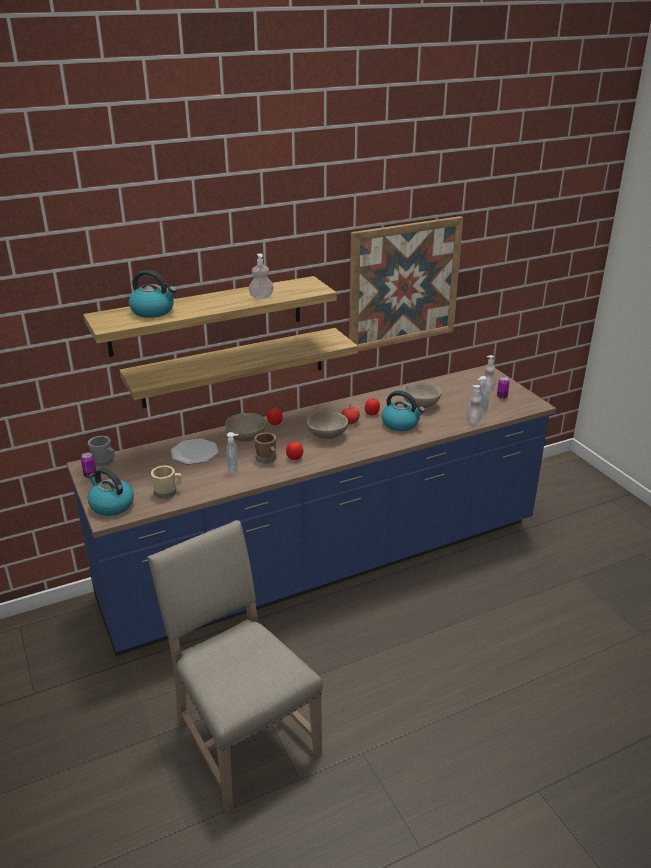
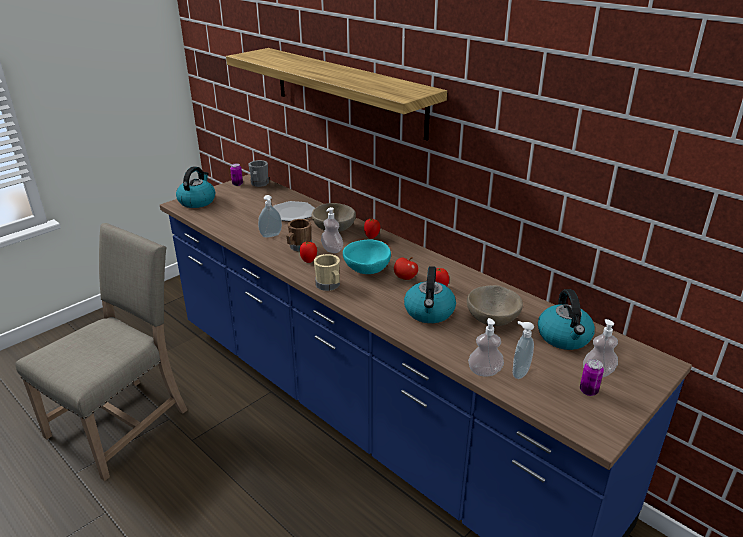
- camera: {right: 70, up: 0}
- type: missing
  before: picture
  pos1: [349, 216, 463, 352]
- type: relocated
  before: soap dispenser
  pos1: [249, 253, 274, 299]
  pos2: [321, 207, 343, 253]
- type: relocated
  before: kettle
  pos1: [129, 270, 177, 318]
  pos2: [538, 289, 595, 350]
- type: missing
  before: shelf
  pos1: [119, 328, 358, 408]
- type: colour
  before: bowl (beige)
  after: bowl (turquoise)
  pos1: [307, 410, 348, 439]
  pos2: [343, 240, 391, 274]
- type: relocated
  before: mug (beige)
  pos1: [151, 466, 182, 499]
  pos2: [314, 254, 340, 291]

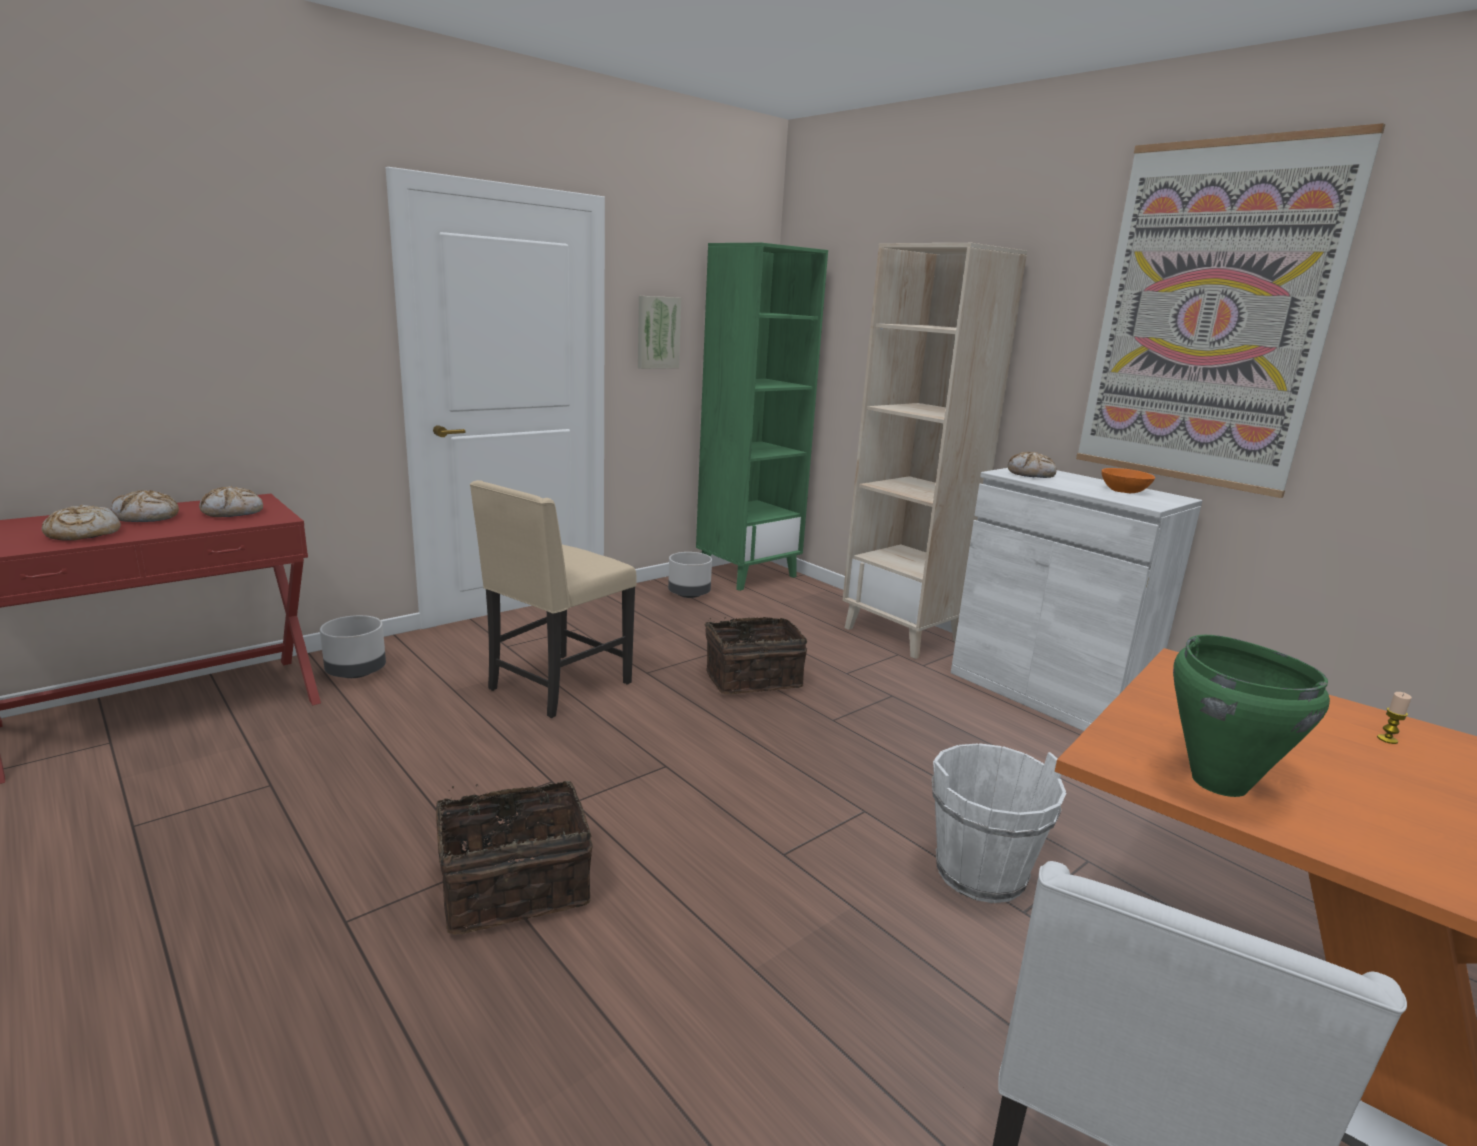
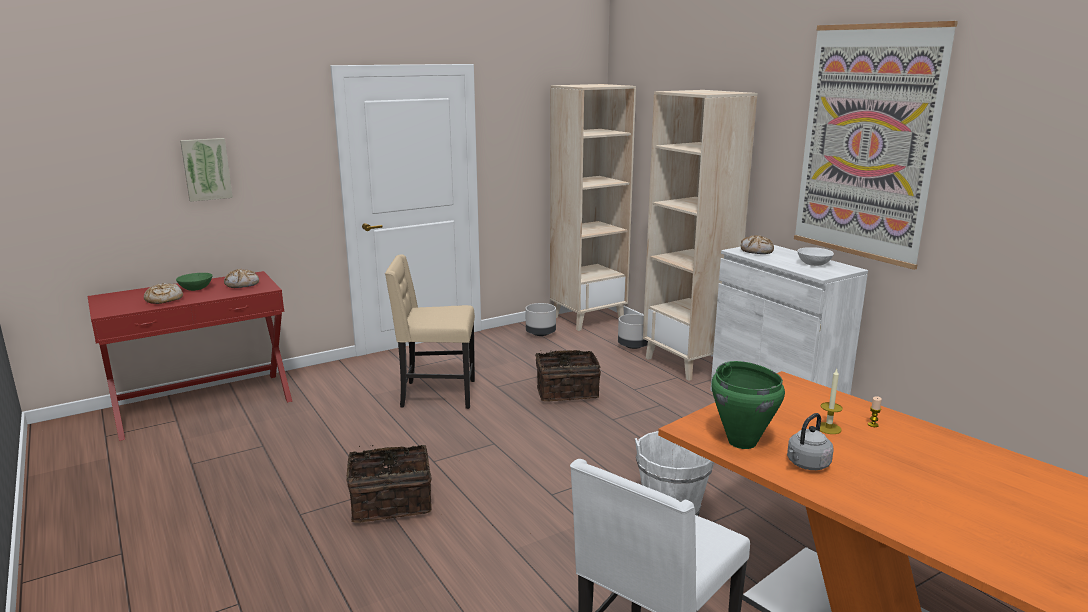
- camera: {right: 10, up: 0}
- type: colour
  before: bookcase (green)
  after: bookcase (beige)
  pos1: [696, 243, 828, 591]
  pos2: [550, 84, 636, 331]
- type: relocated
  before: picture
  pos1: [638, 296, 681, 369]
  pos2: [180, 138, 233, 202]
- type: colour
  before: bowl (orange)
  after: bowl (white)
  pos1: [1101, 468, 1155, 493]
  pos2: [797, 247, 834, 266]
- type: spun
  before: chair (beige)
  pos1: [470, 480, 637, 718]
  pos2: [385, 254, 475, 409]
  turn: 45
- type: exchanged
  before: bread
  after: bowl (green)
  pos1: [111, 490, 179, 522]
  pos2: [176, 273, 213, 291]
- type: relocated
  before: planter (grey)
  pos1: [320, 615, 386, 678]
  pos2: [618, 314, 648, 349]
- type: appeared
  after: candle
  pos2: [820, 369, 843, 434]
- type: appeared
  after: kettle (grey)
  pos2: [787, 413, 833, 470]

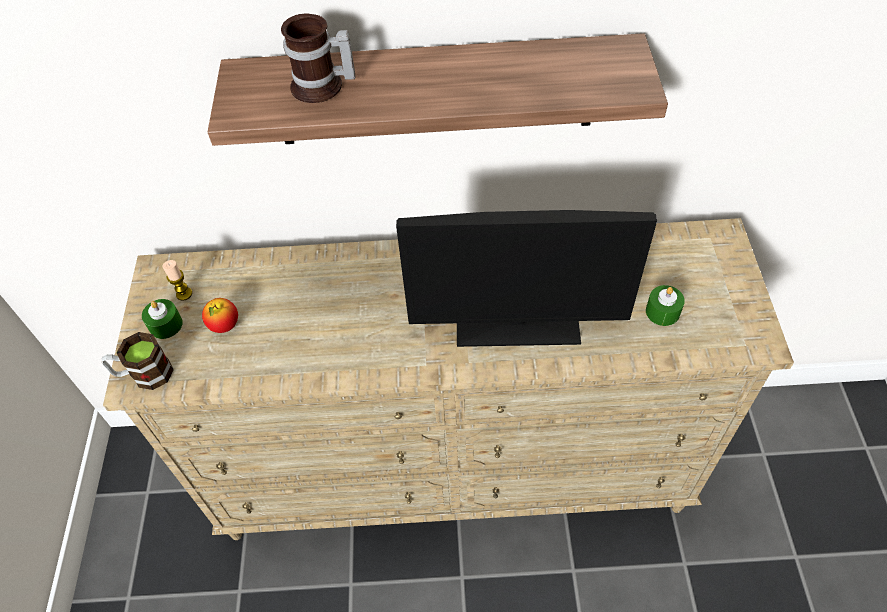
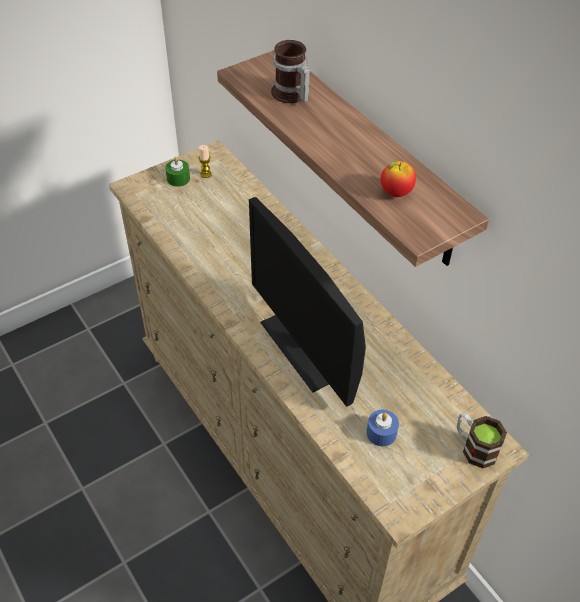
- camera: {right: 55, up: -5}
- type: colour
  before: candle (green)
  after: candle (blue)
  pos1: [646, 285, 685, 326]
  pos2: [367, 410, 399, 446]
- type: relocated
  before: apple
  pos1: [202, 298, 238, 333]
  pos2: [381, 161, 416, 197]
- type: relocated
  before: mug
  pos1: [102, 332, 174, 390]
  pos2: [457, 412, 507, 469]

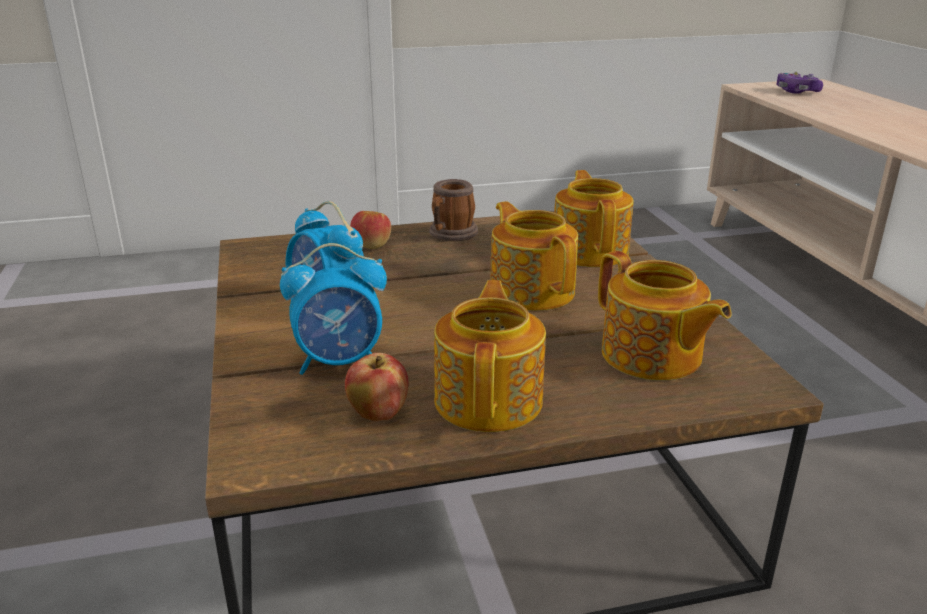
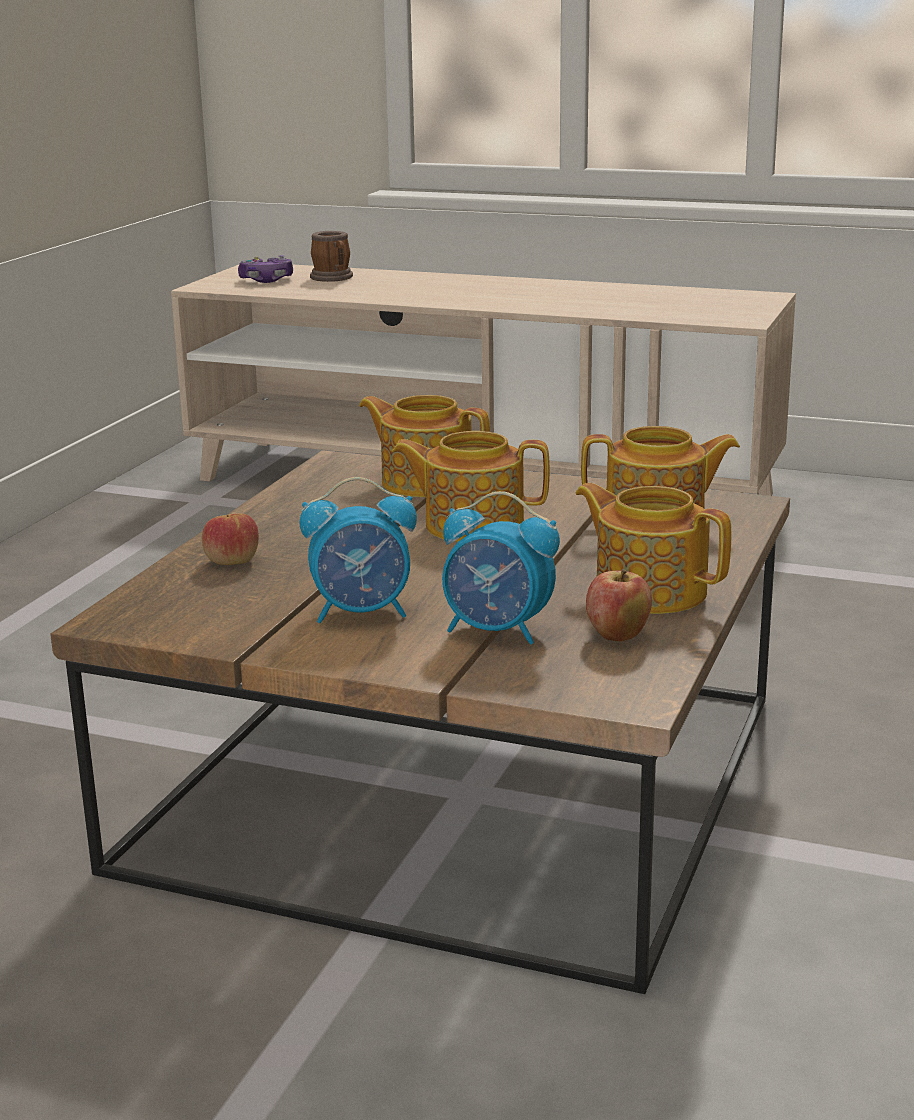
- camera: {right: -55, up: -5}
- type: relocated
  before: mug
  pos1: [429, 179, 478, 241]
  pos2: [310, 231, 353, 282]
- type: spun
  before: alarm clock
  pos1: [280, 243, 387, 375]
  pos2: [442, 491, 560, 645]
  turn: 90

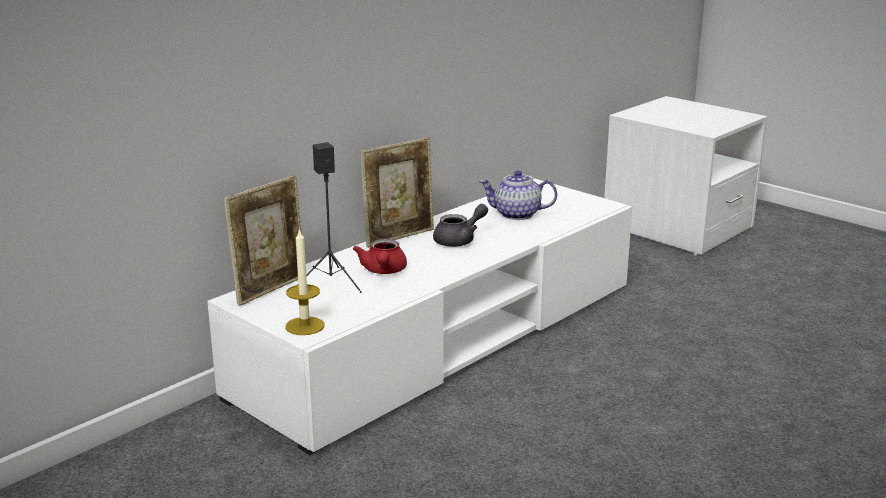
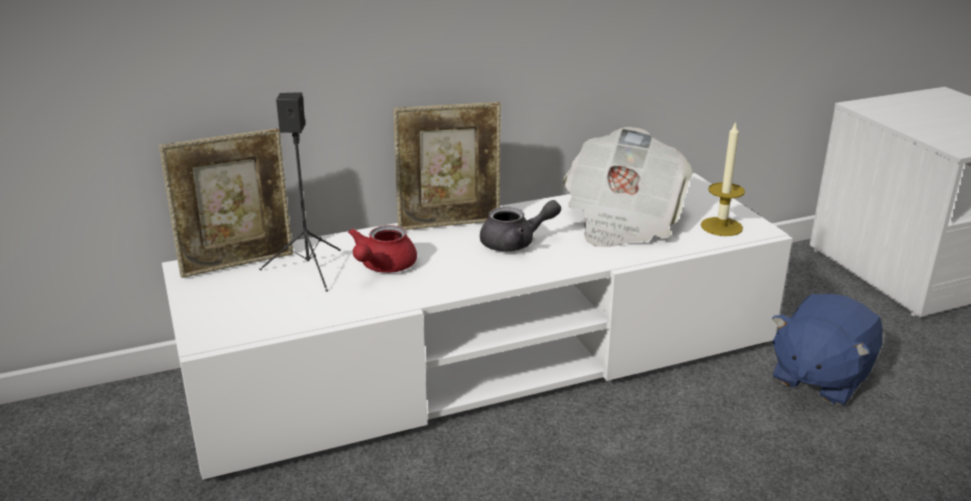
- camera: {right: 25, up: 5}
- type: exchanged
  before: teapot
  after: newspaper
  pos1: [479, 170, 557, 220]
  pos2: [563, 127, 693, 247]
- type: relocated
  before: candle
  pos1: [285, 228, 324, 335]
  pos2: [701, 121, 745, 236]
- type: appeared
  after: plush toy (blue)
  pos2: [772, 294, 883, 405]

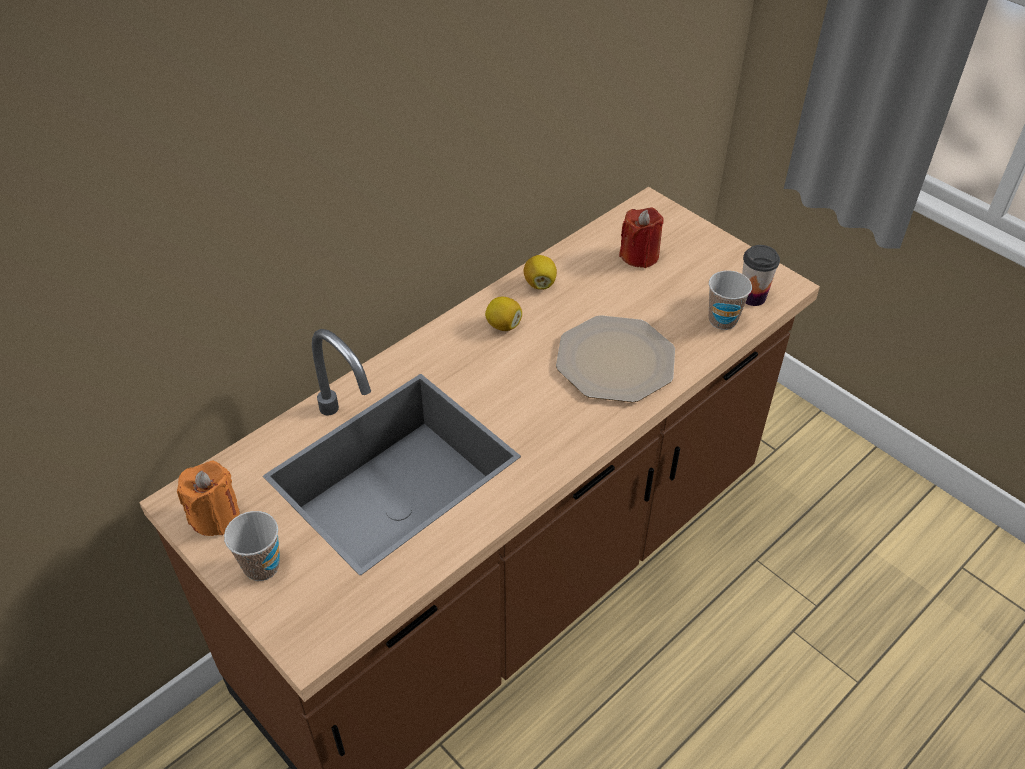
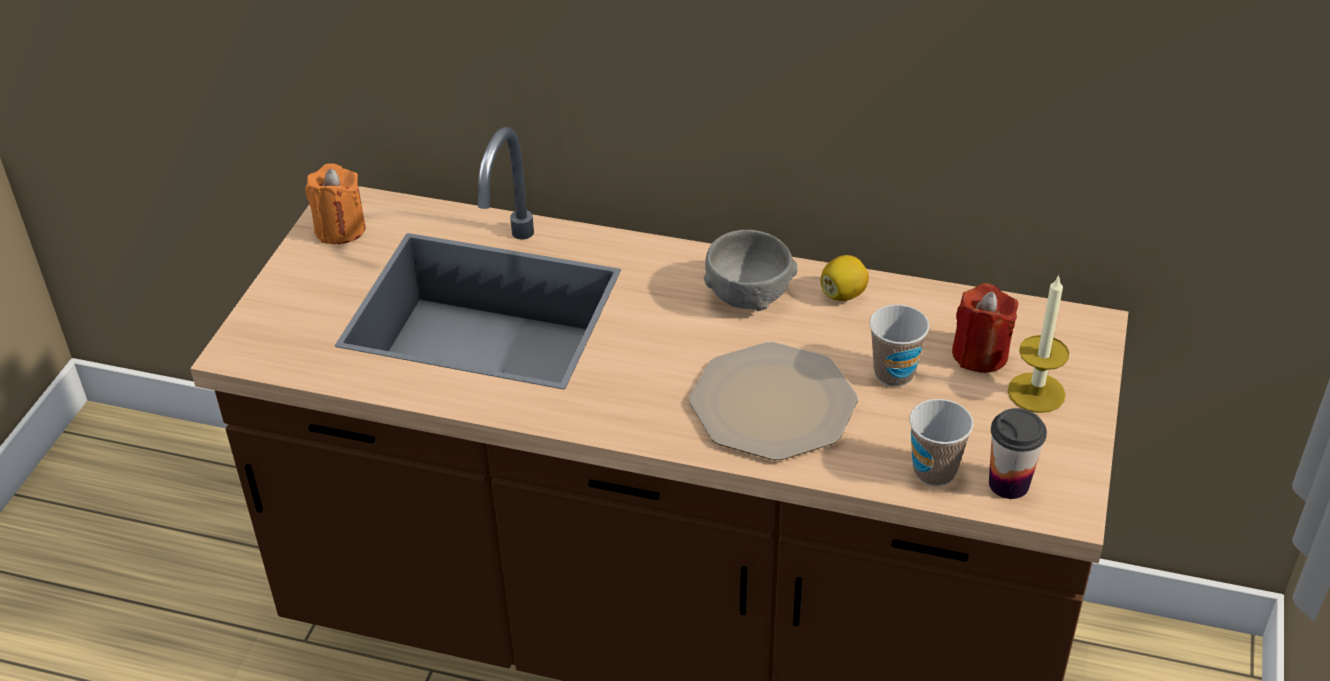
- camera: {right: 60, up: -5}
- type: exchanged
  before: lemon
  after: bowl (grey)
  pos1: [485, 297, 522, 331]
  pos2: [704, 230, 797, 311]
- type: relocated
  before: cup
  pos1: [224, 511, 280, 581]
  pos2: [870, 304, 929, 387]
- type: appeared
  after: candle
  pos2: [1008, 275, 1069, 413]

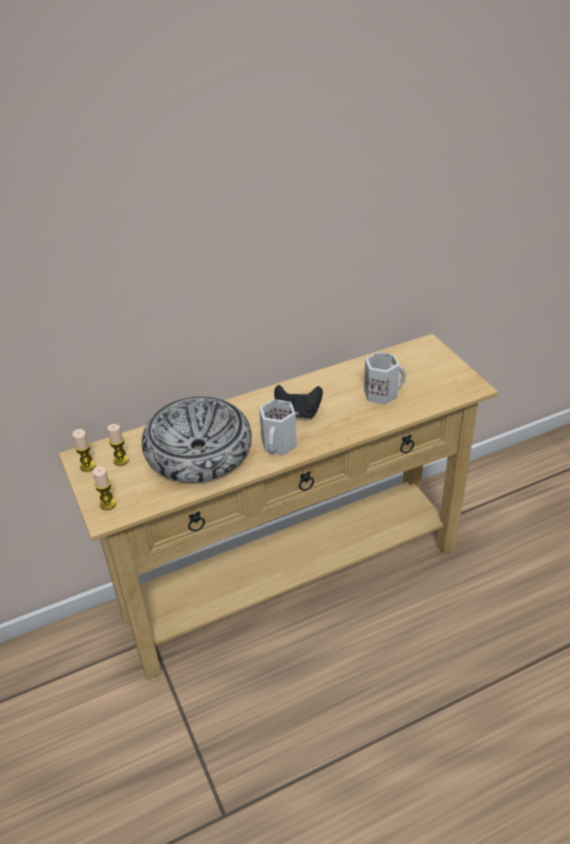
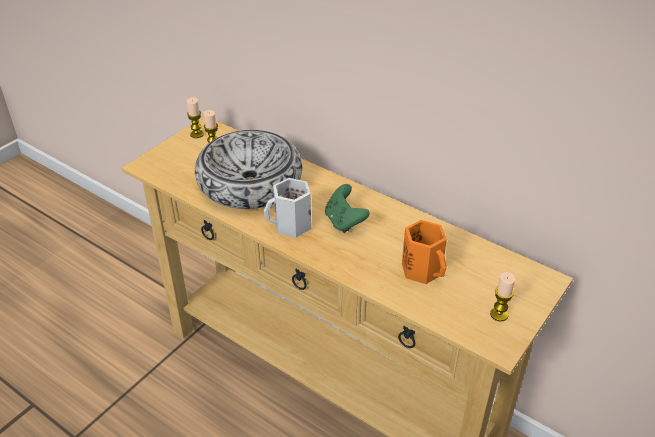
- camera: {right: 60, up: 0}
- type: colour
  before: mug (white)
  after: mug (orange)
  pos1: [364, 352, 406, 405]
  pos2: [402, 220, 447, 284]
- type: colour
  before: game controller (black)
  after: game controller (green)
  pos1: [274, 385, 323, 419]
  pos2: [325, 184, 370, 233]
- type: relocated
  before: candle
  pos1: [93, 466, 116, 510]
  pos2: [490, 272, 515, 321]

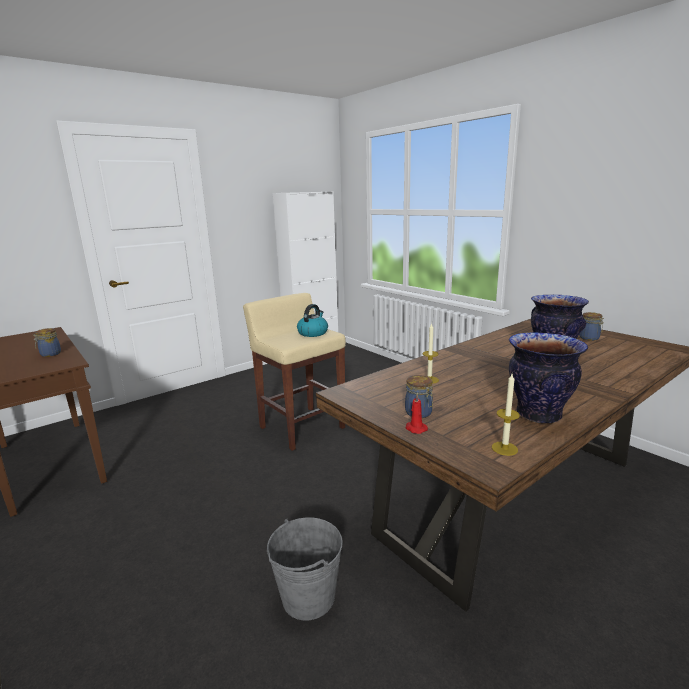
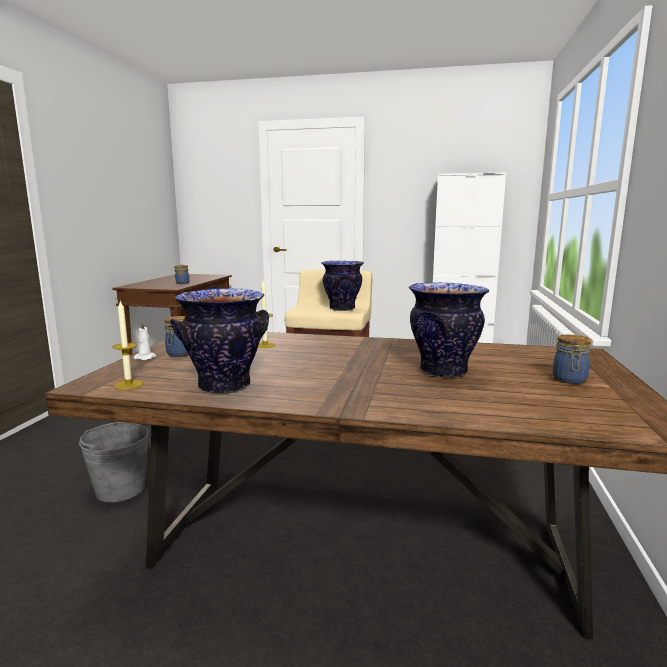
- camera: {right: 50, up: -5}
- type: exchanged
  before: kettle
  after: vase
  pos1: [297, 304, 328, 337]
  pos2: [321, 261, 364, 311]
- type: colour
  before: candle (red)
  after: candle (white)
  pos1: [406, 393, 428, 434]
  pos2: [134, 321, 157, 360]

